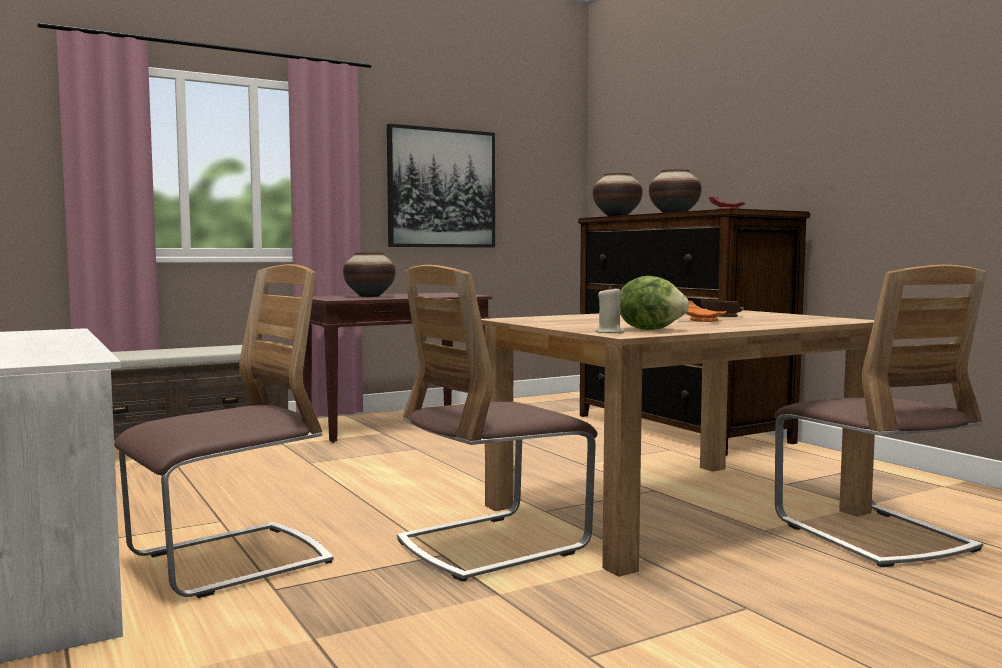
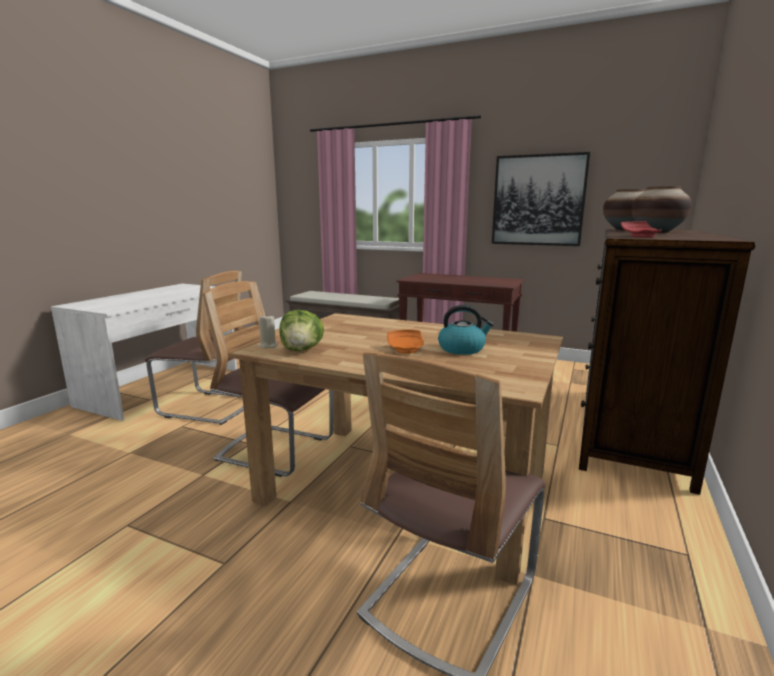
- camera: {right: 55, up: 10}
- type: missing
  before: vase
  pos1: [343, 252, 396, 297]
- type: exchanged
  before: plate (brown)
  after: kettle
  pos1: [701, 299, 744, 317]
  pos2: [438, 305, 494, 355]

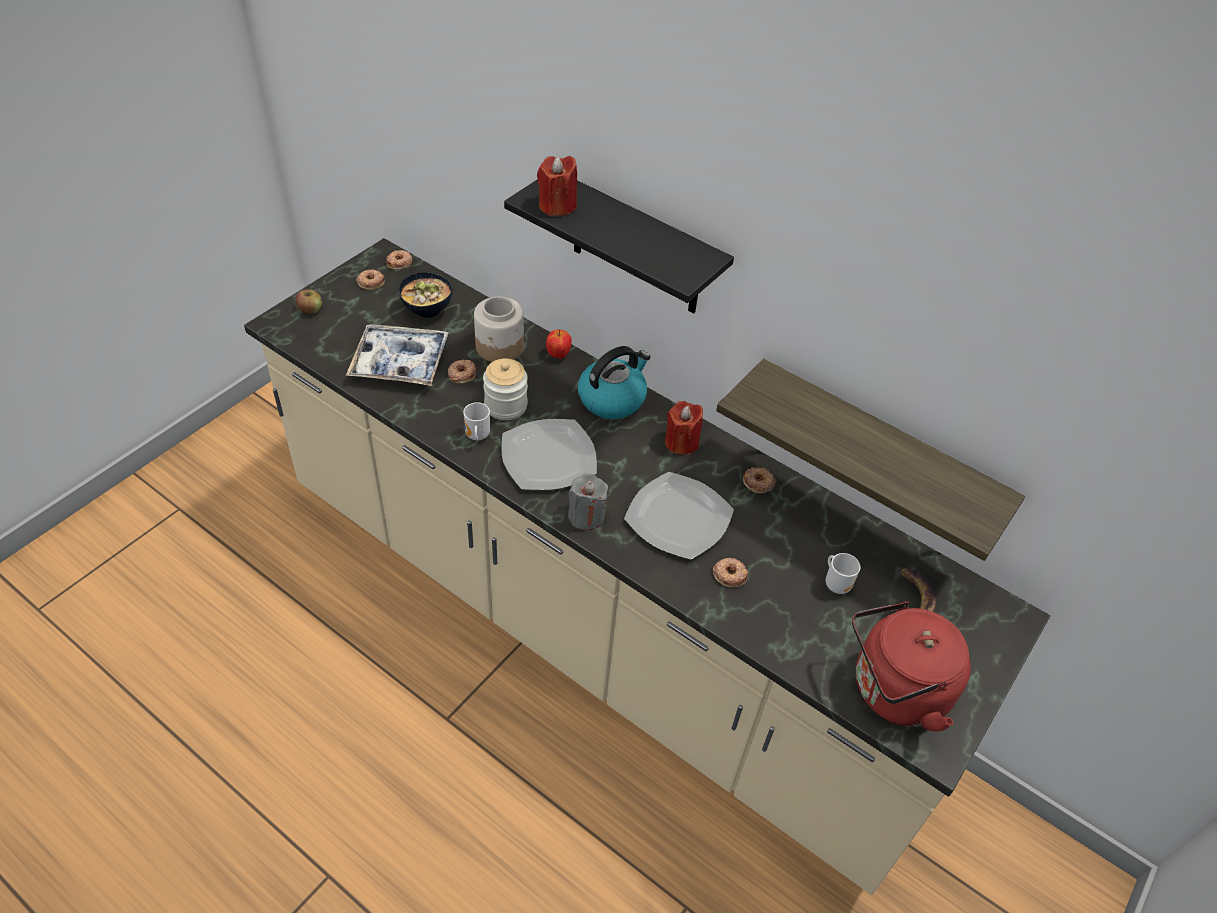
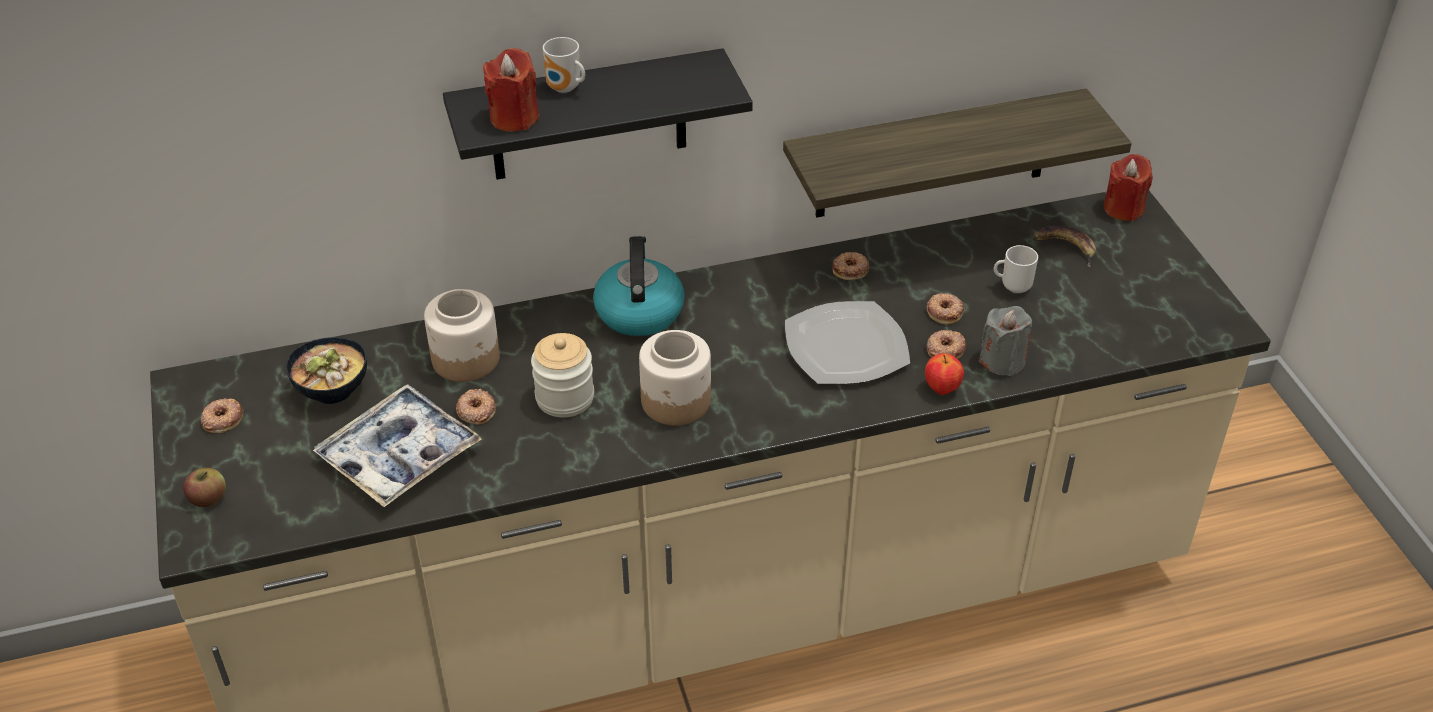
- camera: {right: -50, up: -5}
- type: relocated
  before: donut
  pos1: [386, 250, 412, 270]
  pos2: [927, 293, 965, 325]
- type: relocated
  before: apple
  pos1: [546, 329, 572, 359]
  pos2: [925, 353, 964, 395]
- type: relocated
  before: candle (red)
  pos1: [665, 401, 703, 455]
  pos2: [1104, 154, 1153, 221]
- type: relocated
  before: mug
  pos1: [463, 402, 490, 440]
  pos2: [543, 37, 585, 93]
- type: exchanged
  before: plate
  after: jar
  pos1: [501, 419, 597, 490]
  pos2: [639, 330, 711, 426]
- type: relocated
  before: candle (grey)
  pos1: [568, 473, 608, 530]
  pos2: [979, 306, 1032, 376]
- type: missing
  before: kettle (red)
  pos1: [852, 601, 971, 732]

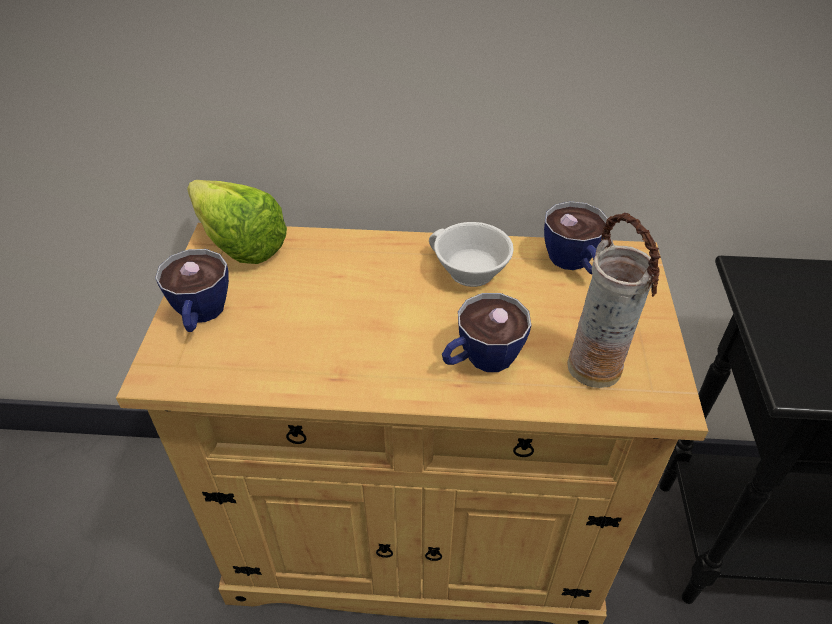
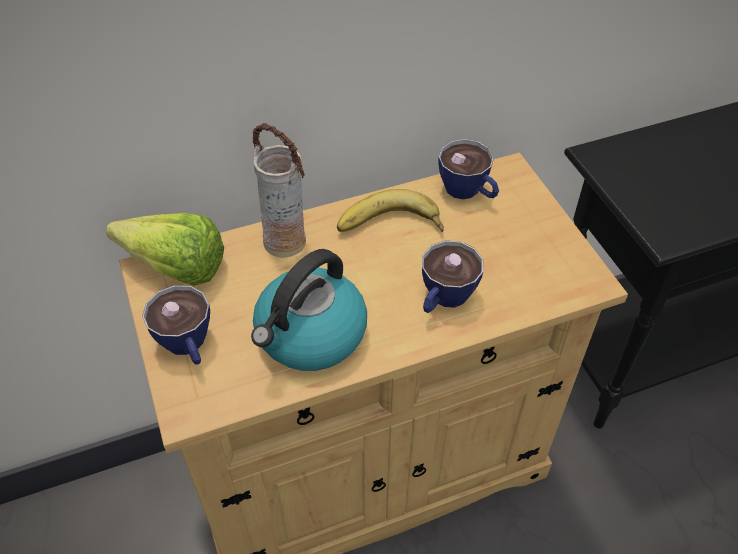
- camera: {right: -25, up: 5}
- type: relocated
  before: vase
  pos1: [568, 213, 661, 388]
  pos2: [252, 123, 306, 258]
- type: exchanged
  before: cup (white)
  after: banana
  pos1: [429, 222, 514, 287]
  pos2: [337, 189, 444, 232]
- type: appeared
  after: kettle
  pos2: [251, 249, 367, 371]

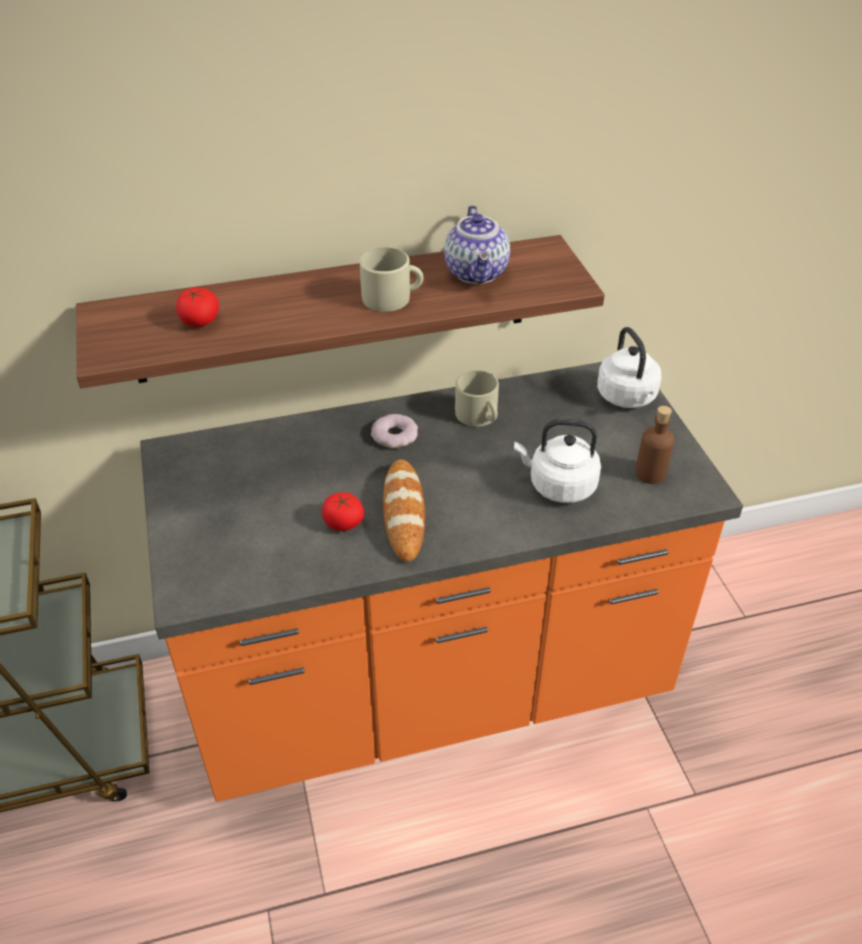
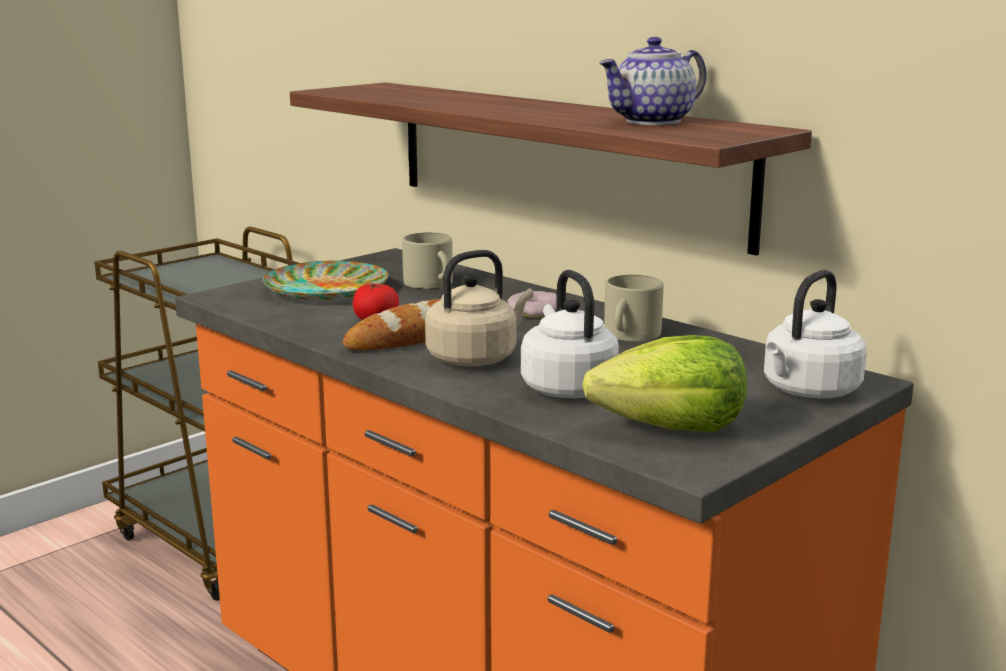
- camera: {right: 60, up: -25}
- type: relocated
  before: mug (beige)
  pos1: [359, 247, 423, 312]
  pos2: [402, 233, 453, 289]
- type: missing
  before: tomato
  pos1: [176, 288, 219, 327]
- type: exchanged
  before: bottle (brown)
  after: lettuce
  pos1: [635, 406, 675, 484]
  pos2: [582, 335, 747, 432]
- type: appeared
  after: kettle (beige)
  pos2: [425, 250, 534, 367]
- type: appeared
  after: plate
  pos2: [263, 261, 388, 300]

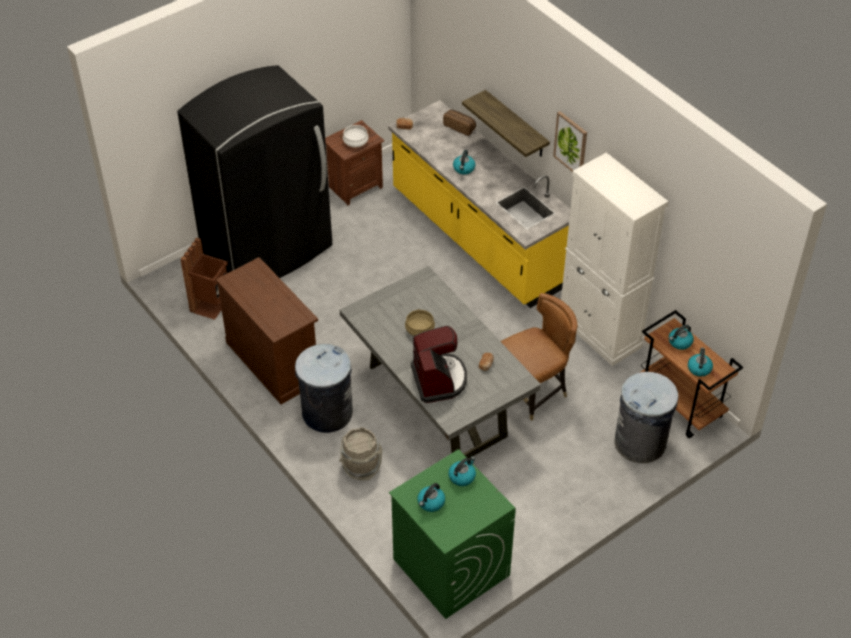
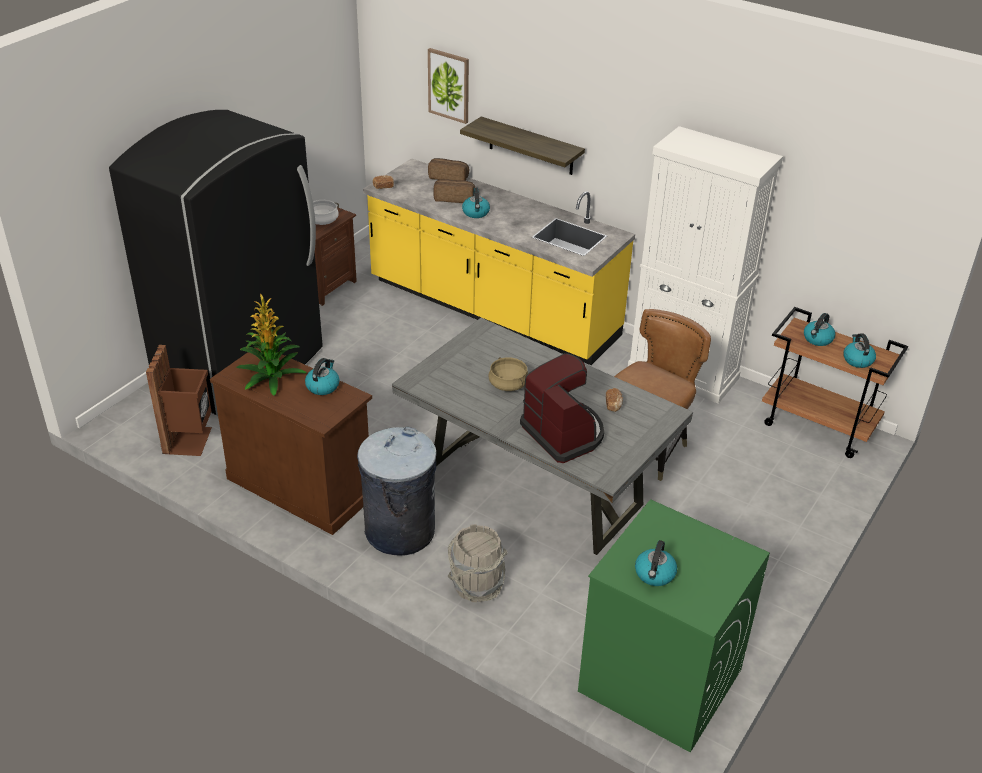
- camera: {right: -20, up: -10}
- type: relocated
  before: picture
  pos1: [553, 111, 587, 172]
  pos2: [428, 48, 469, 124]
- type: missing
  before: trash can (grey)
  pos1: [614, 372, 678, 463]
- type: relocated
  before: kettle
  pos1: [448, 457, 476, 486]
  pos2: [305, 358, 339, 395]
- type: appeared
  after: bread
  pos2: [433, 180, 475, 203]
- type: appeared
  after: potted plant
  pos2: [236, 293, 306, 396]

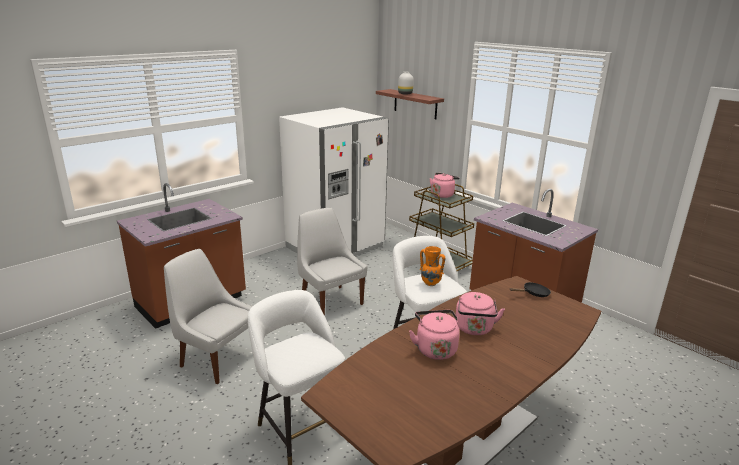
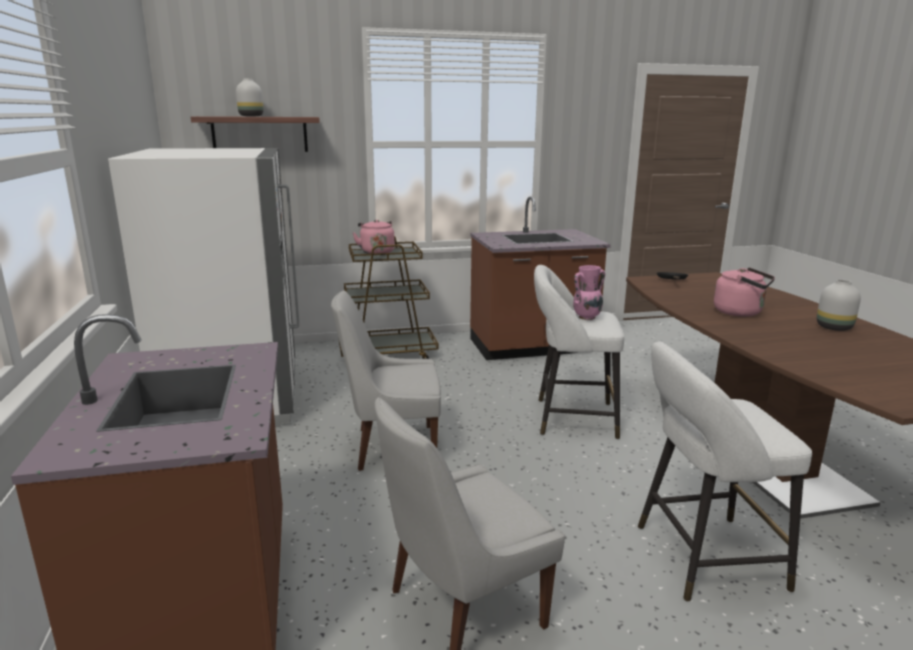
- camera: {right: -60, up: -5}
- type: colour
  before: vase (orange)
  after: vase (pink)
  pos1: [420, 246, 445, 286]
  pos2: [573, 265, 605, 320]
- type: missing
  before: kettle (pink)
  pos1: [409, 310, 460, 360]
- type: appeared
  after: vase (white)
  pos2: [817, 279, 861, 331]

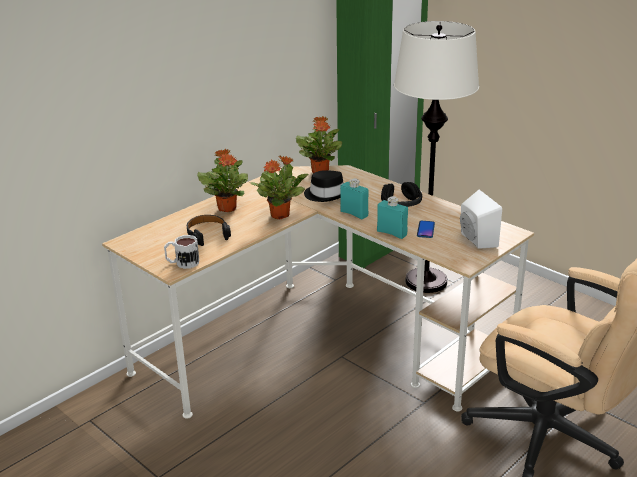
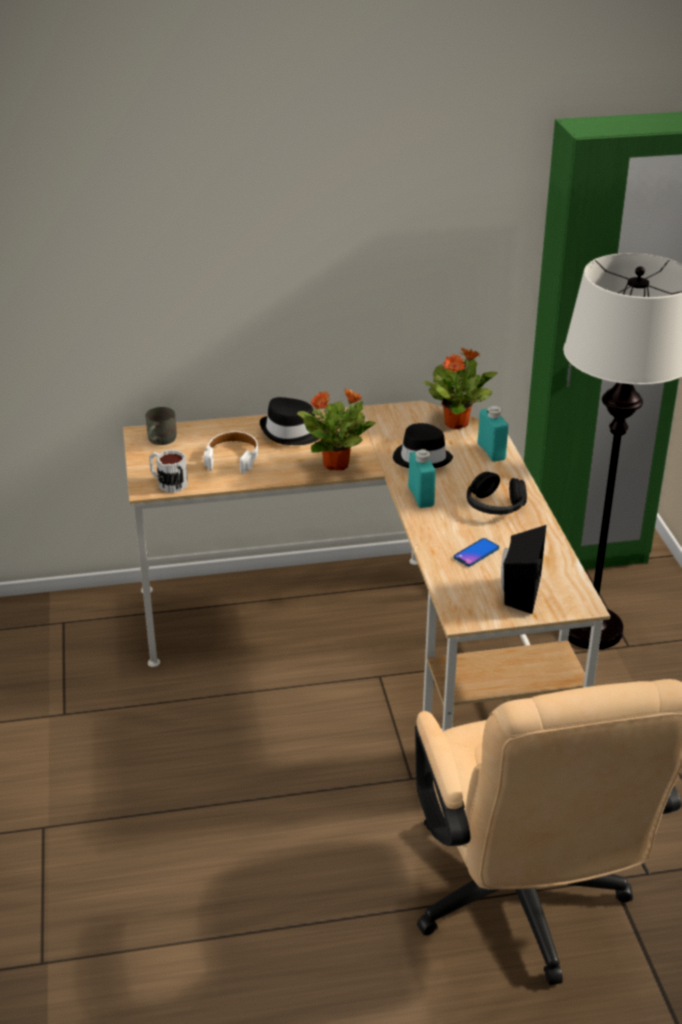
- camera: {right: 35, up: 5}
- type: exchanged
  before: potted plant
  after: hat (black)
  pos1: [197, 149, 248, 212]
  pos2: [260, 397, 319, 445]
- type: colour
  before: speaker (white)
  after: speaker (black)
  pos1: [460, 190, 502, 249]
  pos2: [501, 525, 546, 614]
- type: relocated
  before: bottle (turquoise)
  pos1: [377, 196, 408, 239]
  pos2: [478, 406, 508, 462]
- type: colour
  before: headphones (black)
  after: headphones (white)
  pos1: [187, 215, 231, 246]
  pos2: [204, 431, 258, 473]
- type: appeared
  after: mug (grey)
  pos2: [145, 407, 176, 445]

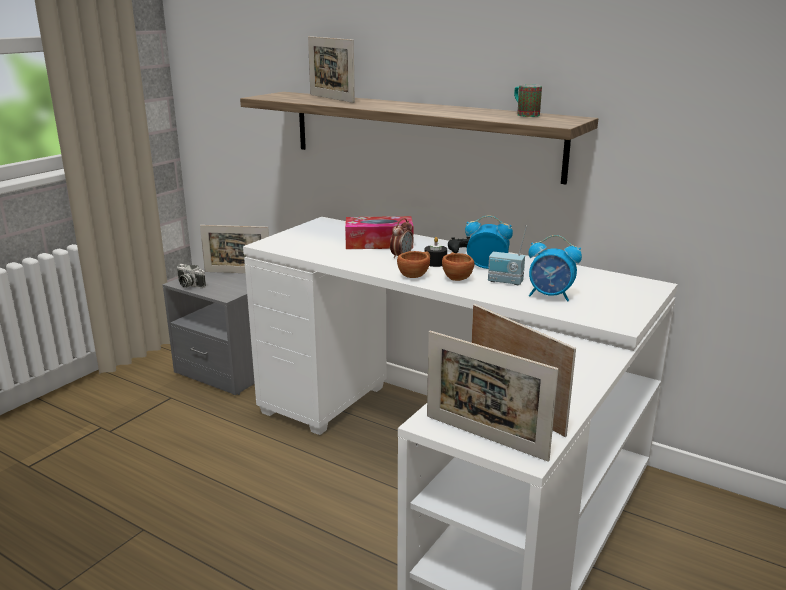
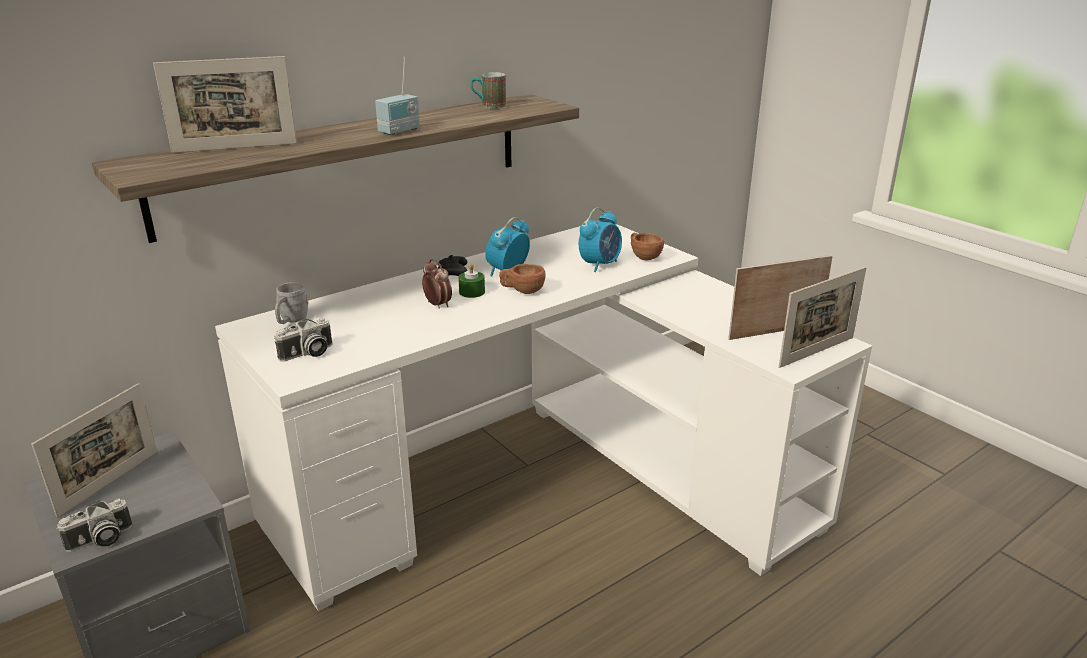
- camera: {right: -70, up: 5}
- type: missing
  before: tissue box
  pos1: [345, 216, 413, 249]
- type: relocated
  before: radio
  pos1: [488, 226, 527, 285]
  pos2: [375, 56, 420, 135]
- type: colour
  before: candle (black)
  after: candle (green)
  pos1: [424, 237, 447, 267]
  pos2: [458, 263, 485, 298]
- type: relocated
  before: cup (brown)
  pos1: [397, 251, 430, 278]
  pos2: [631, 233, 664, 260]
- type: appeared
  after: mug (grey)
  pos2: [275, 282, 308, 324]
- type: appeared
  after: photo camera
  pos2: [274, 318, 332, 361]

